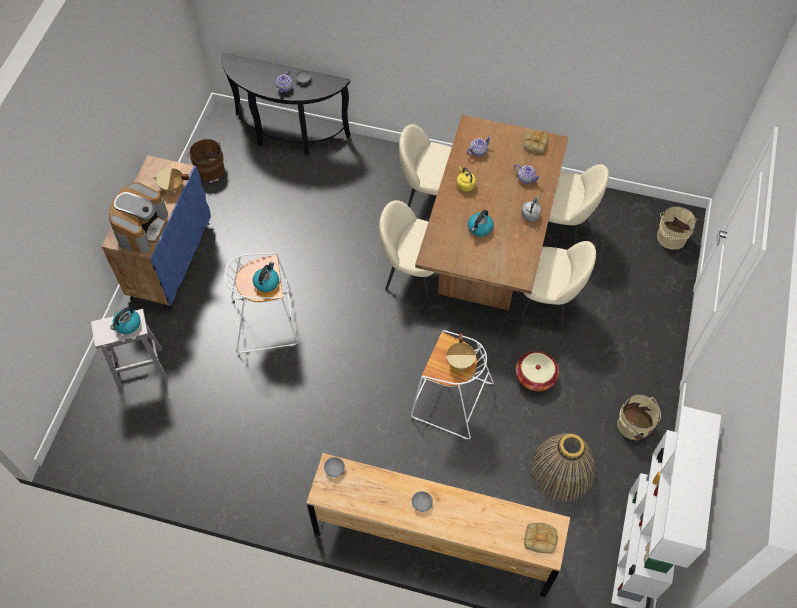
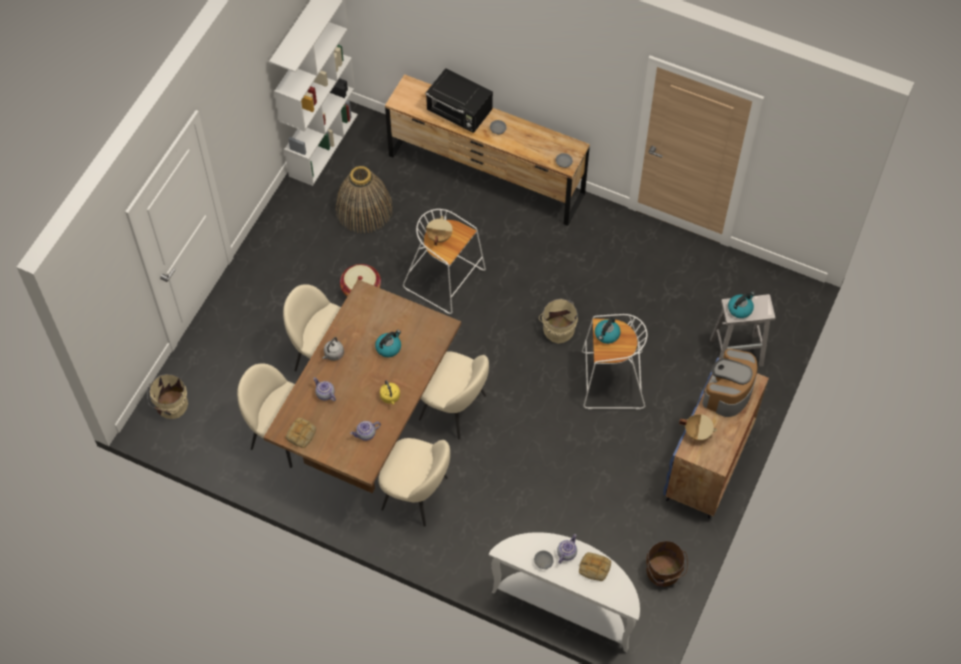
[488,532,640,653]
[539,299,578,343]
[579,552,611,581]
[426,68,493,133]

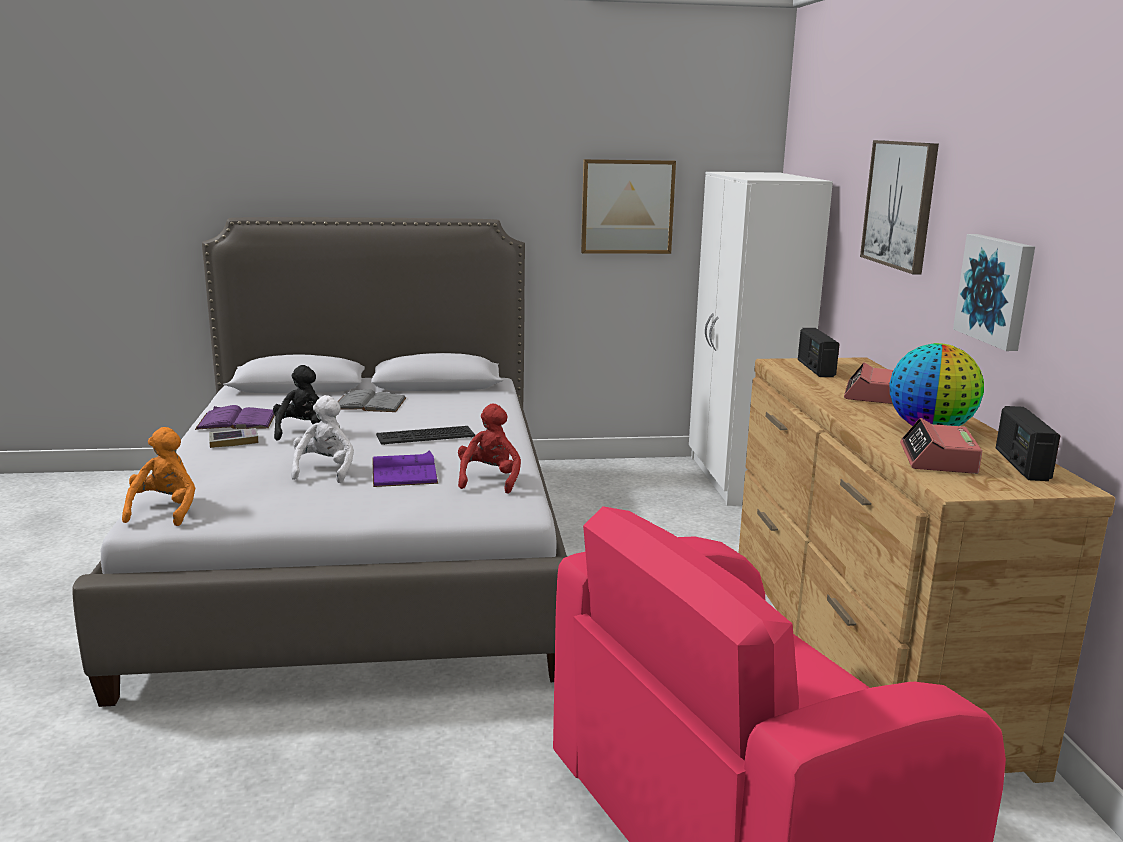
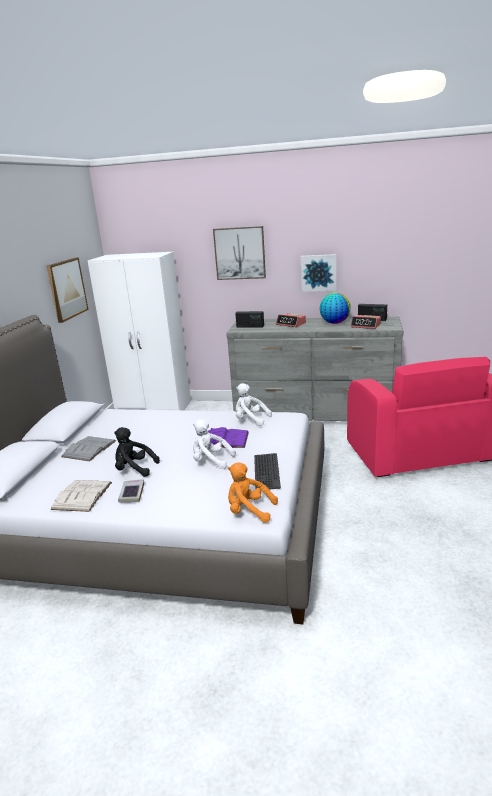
[226,316,403,421]
[236,383,272,426]
[50,480,112,512]
[254,453,281,490]

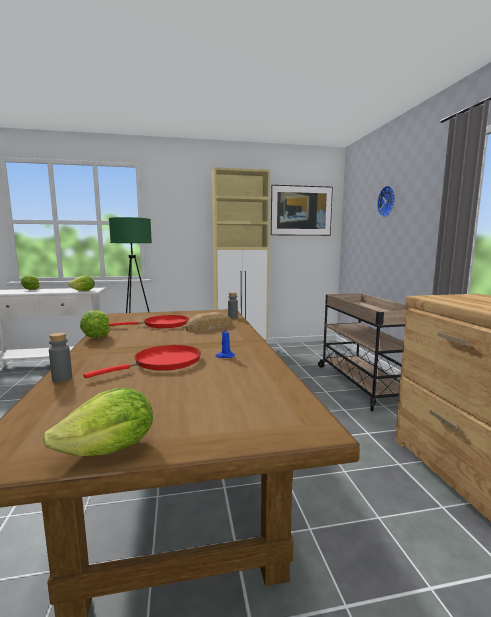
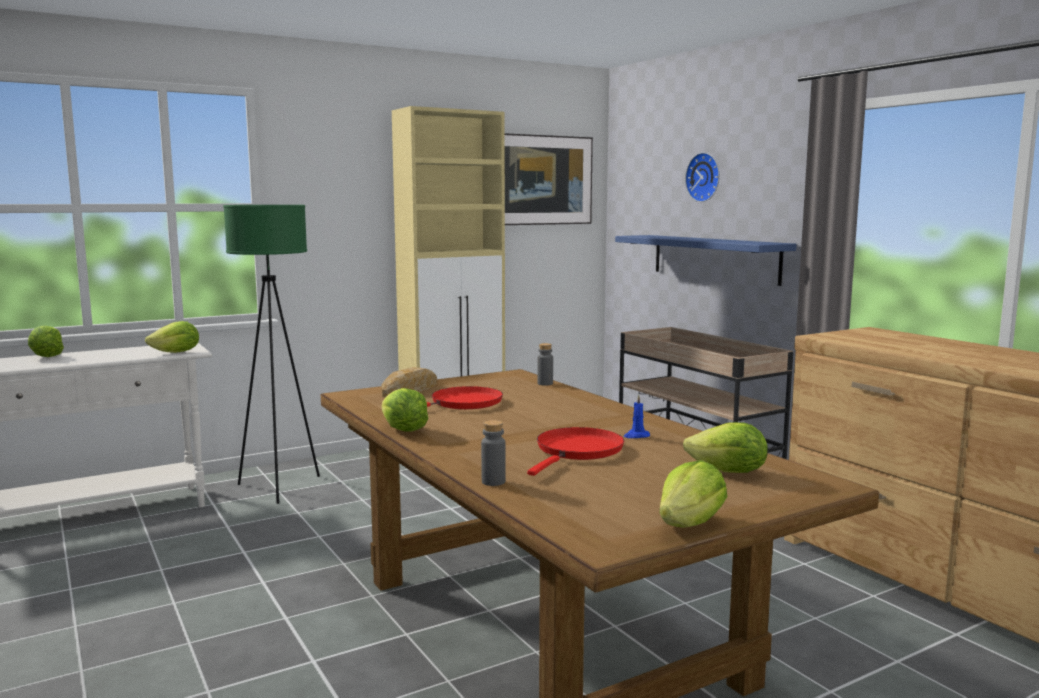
[382,367,437,398]
[615,235,797,286]
[683,422,768,473]

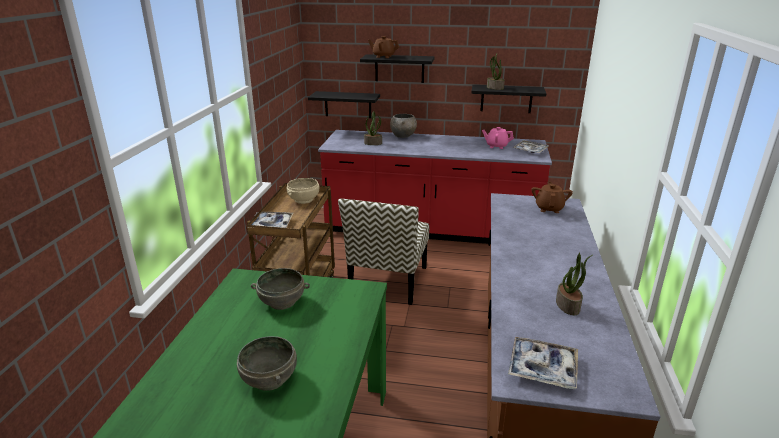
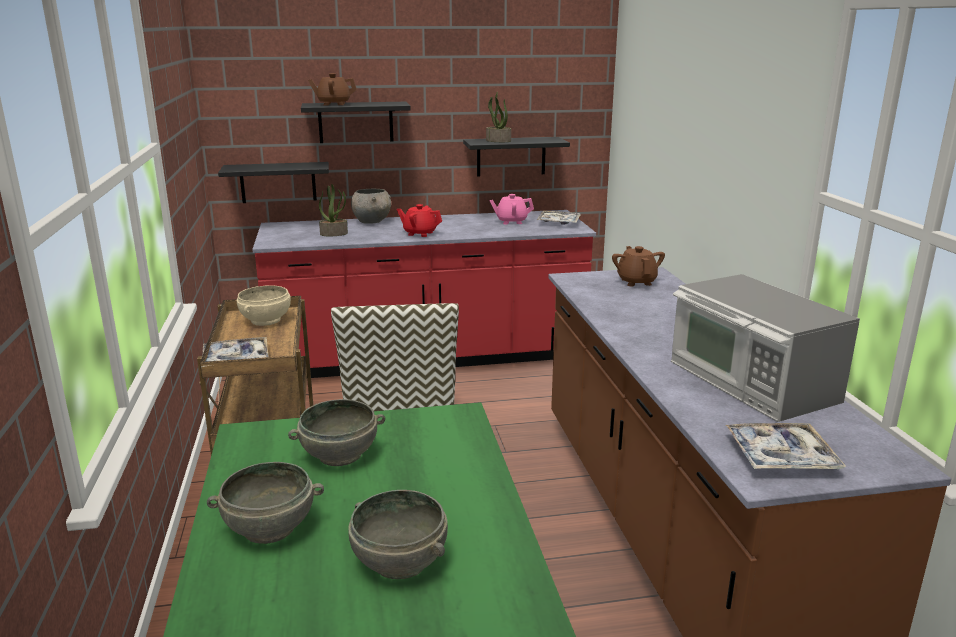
[671,274,860,422]
[397,204,442,237]
[207,462,324,544]

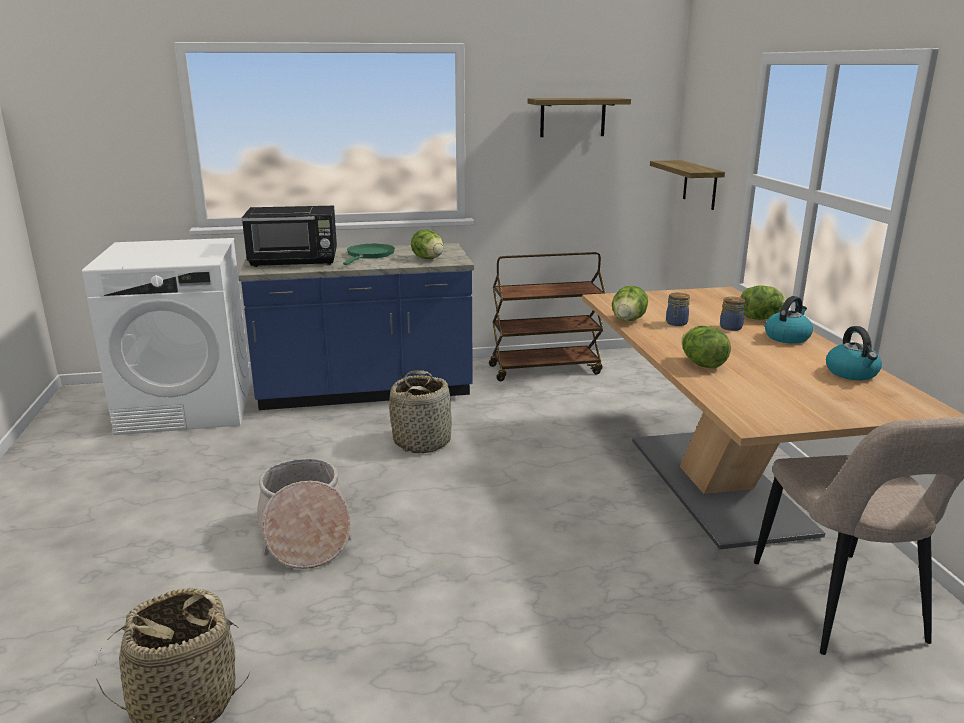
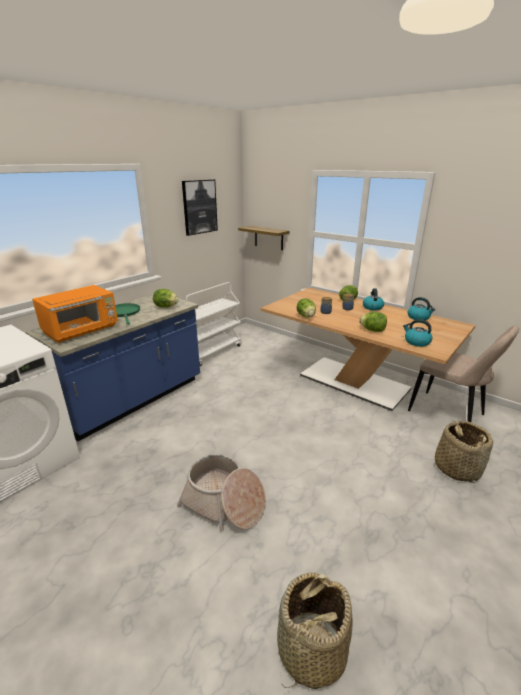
[182,179,218,236]
[32,285,118,343]
[186,282,242,366]
[435,420,493,483]
[403,319,433,347]

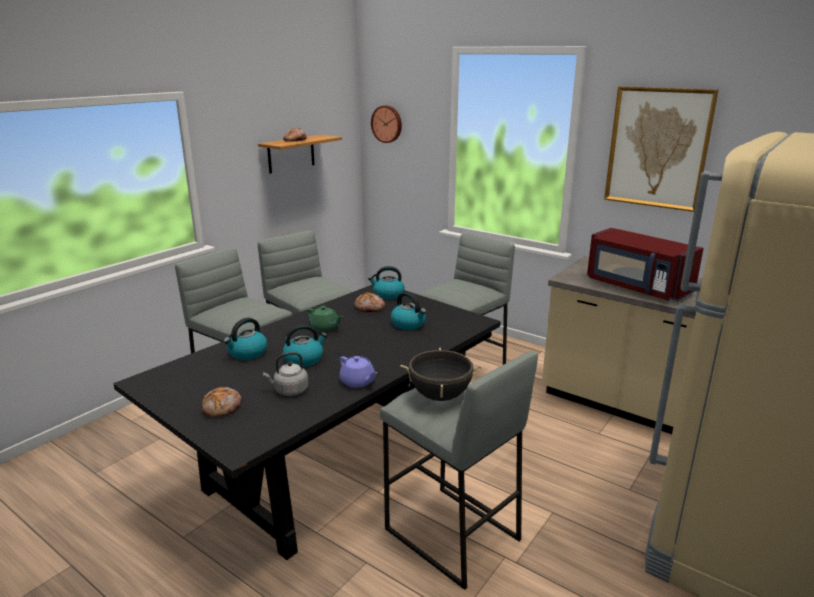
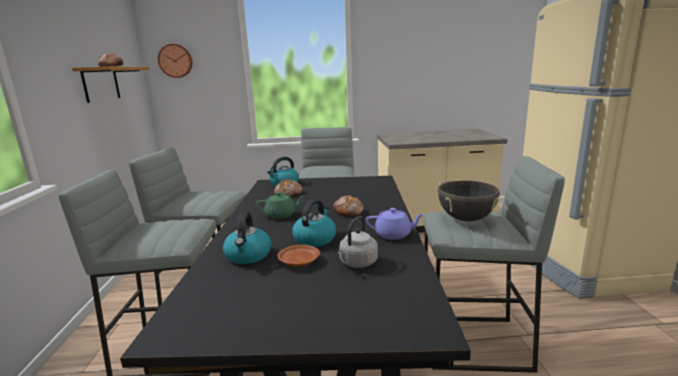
[604,86,719,212] (first image)
[587,228,704,301] (first image)
[391,292,426,330] (first image)
[333,195,364,216]
[277,245,320,267]

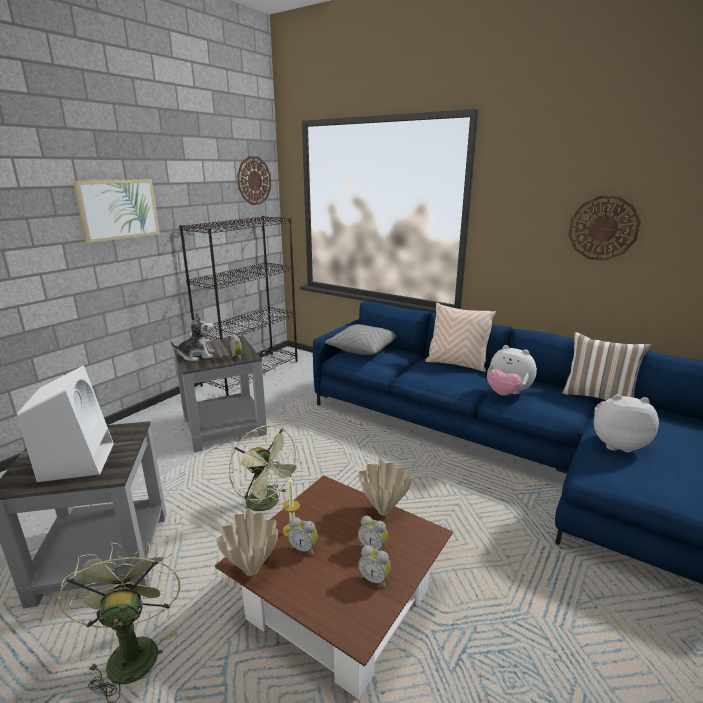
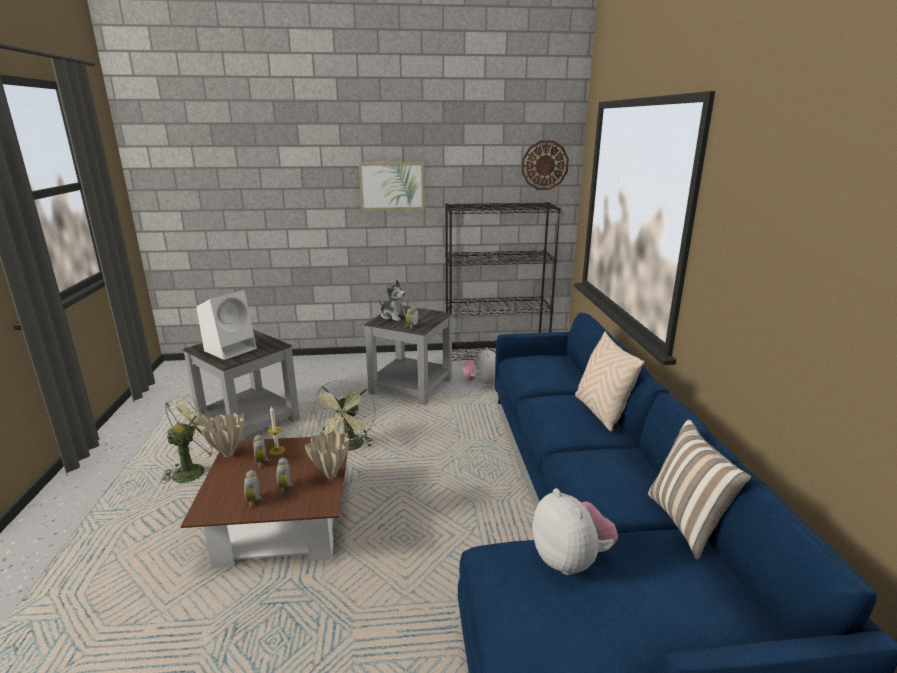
[568,196,641,261] (first image)
[325,324,396,355] (first image)
[463,347,496,387]

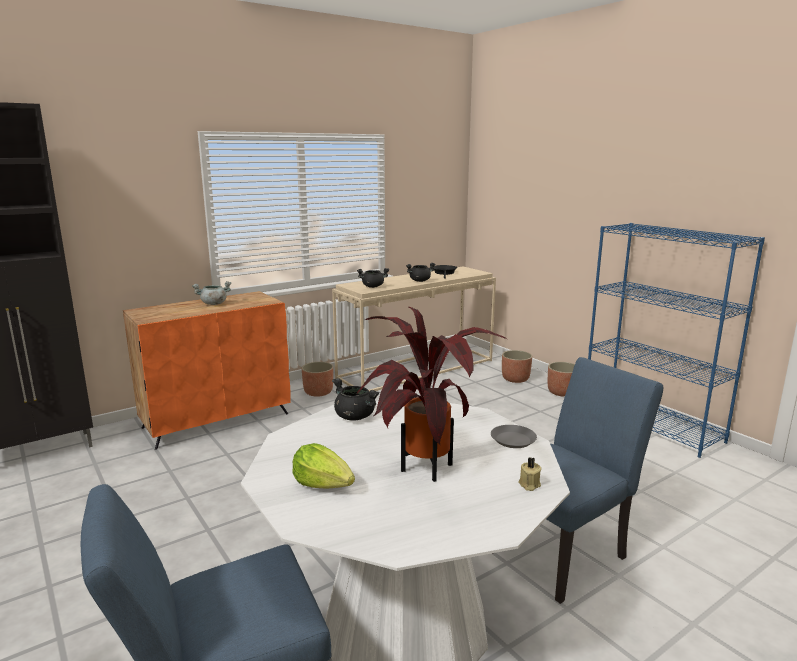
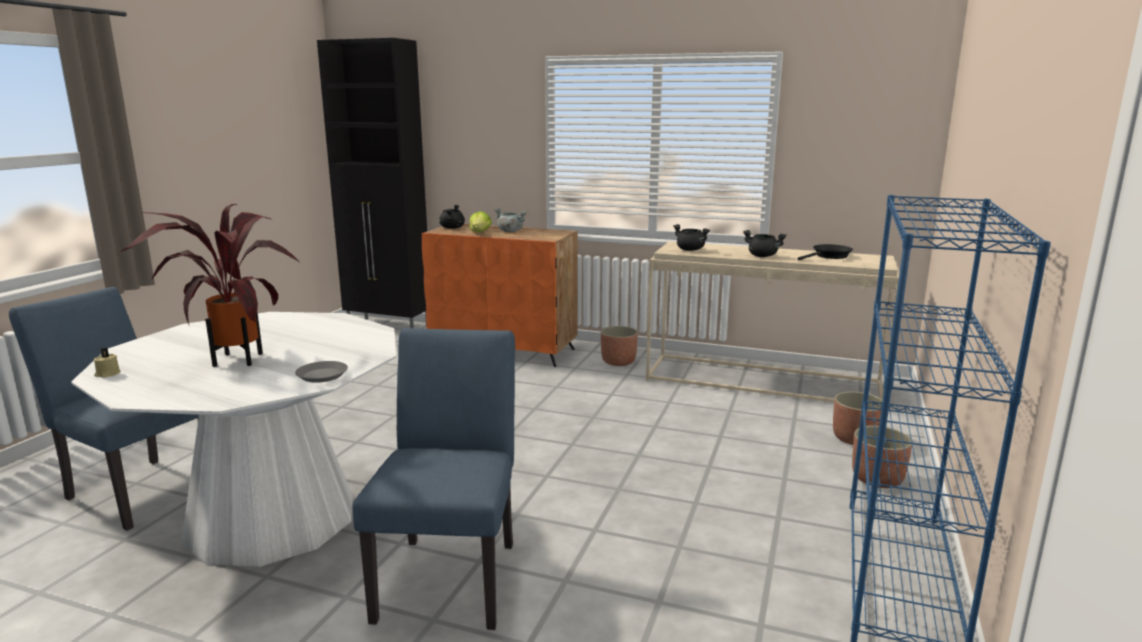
[353,328,515,630]
[439,205,465,229]
[469,211,492,232]
[94,347,121,378]

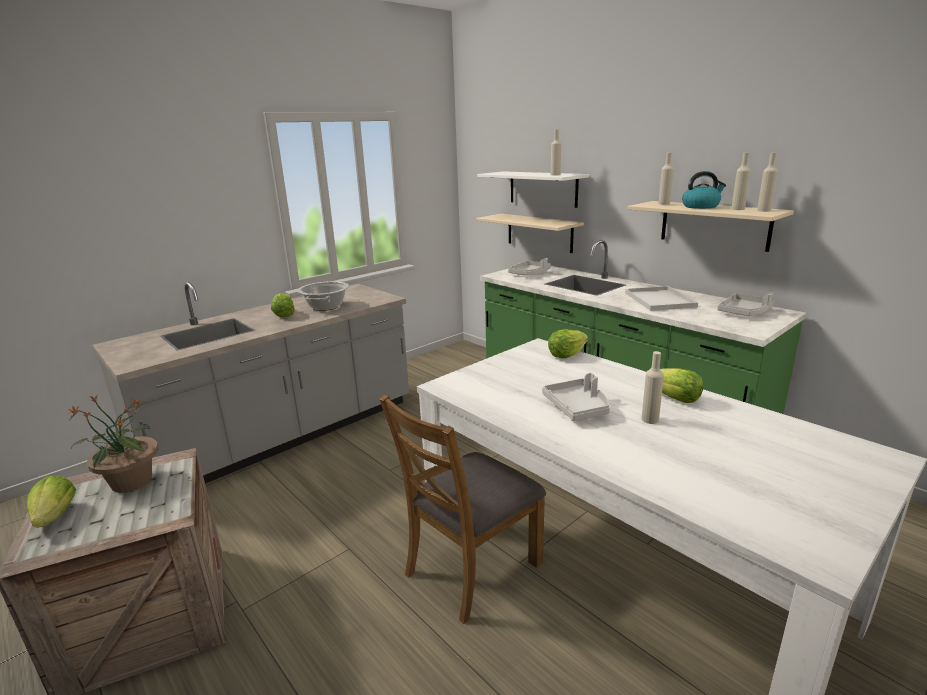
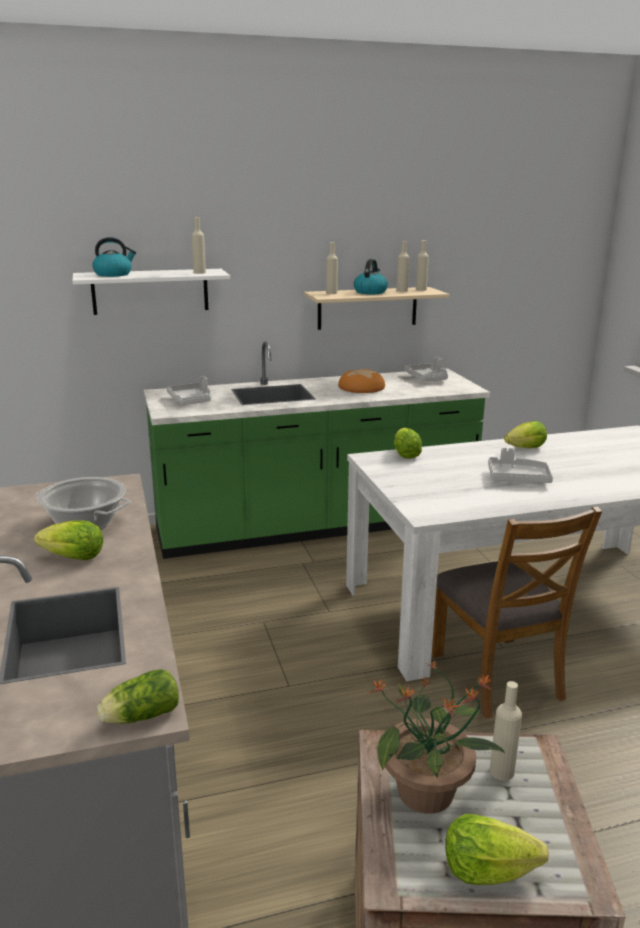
[476,214,584,253] (first image)
[338,369,385,393]
[490,681,522,781]
[92,237,136,277]
[97,669,179,724]

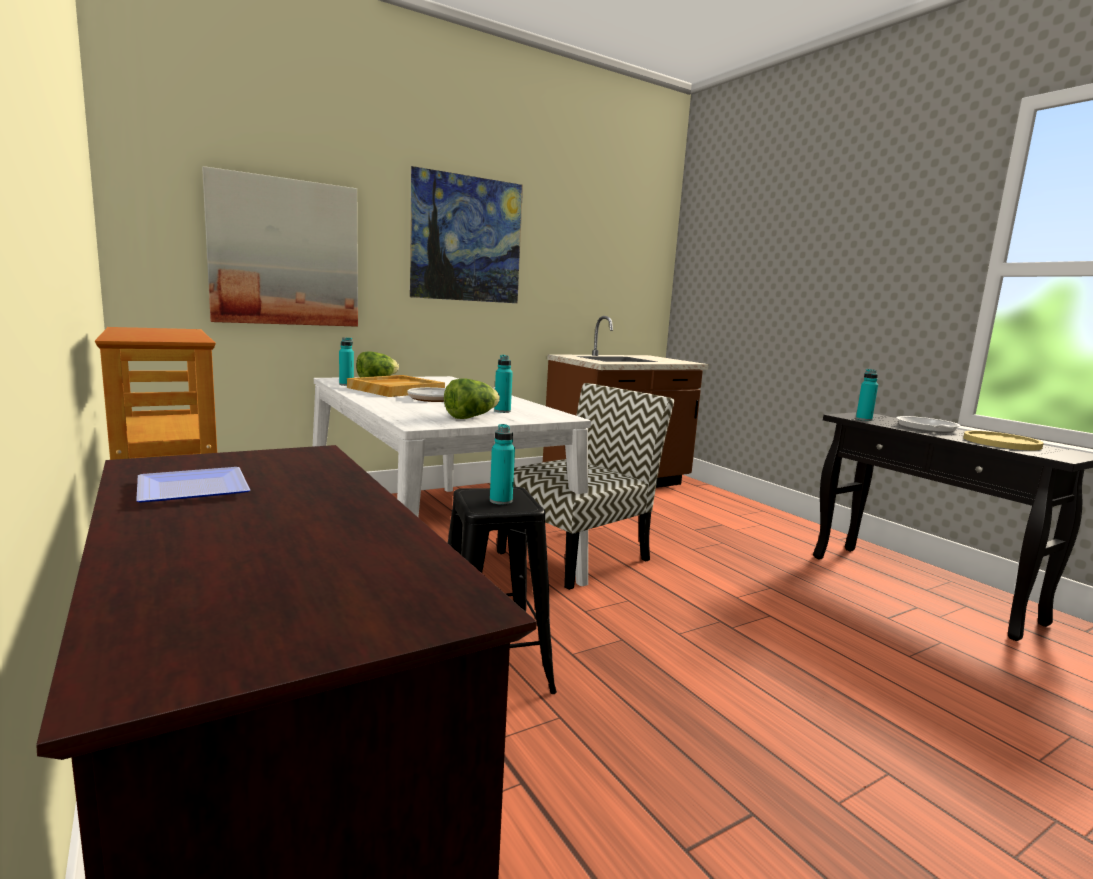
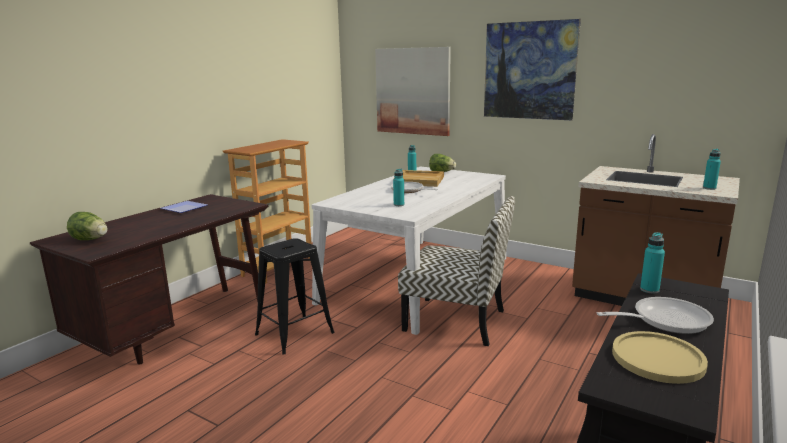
[67,212,108,240]
[703,149,721,190]

